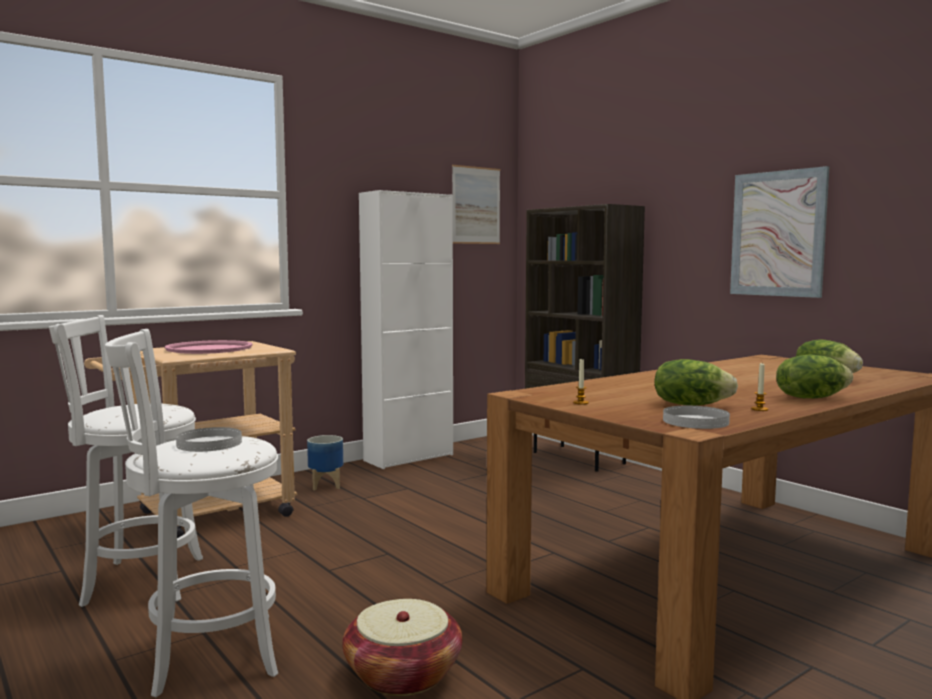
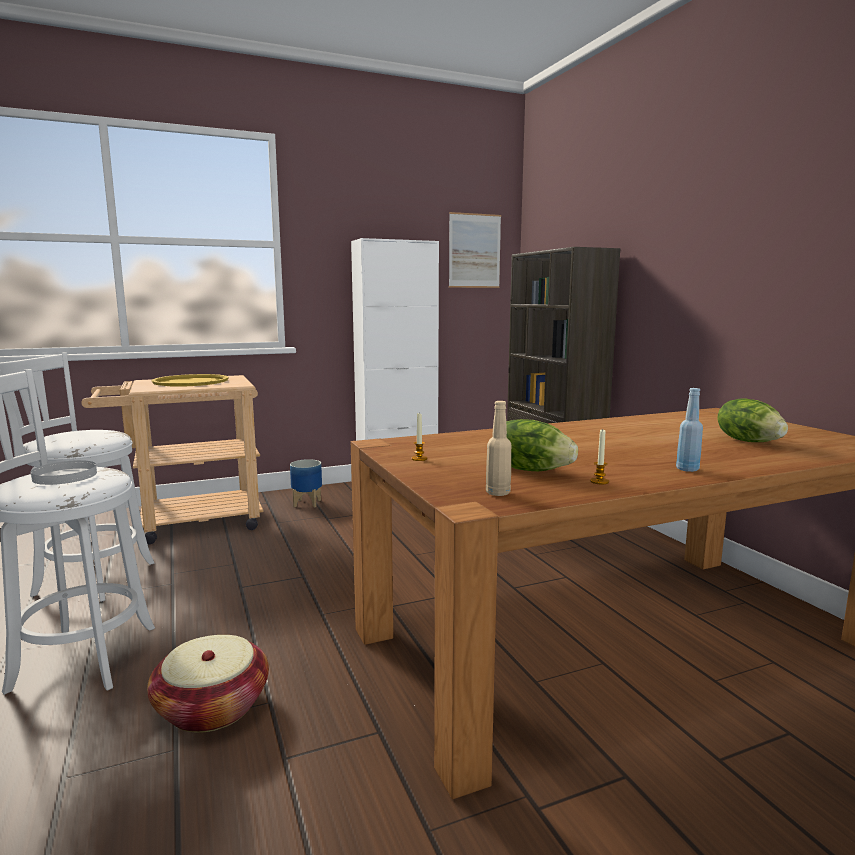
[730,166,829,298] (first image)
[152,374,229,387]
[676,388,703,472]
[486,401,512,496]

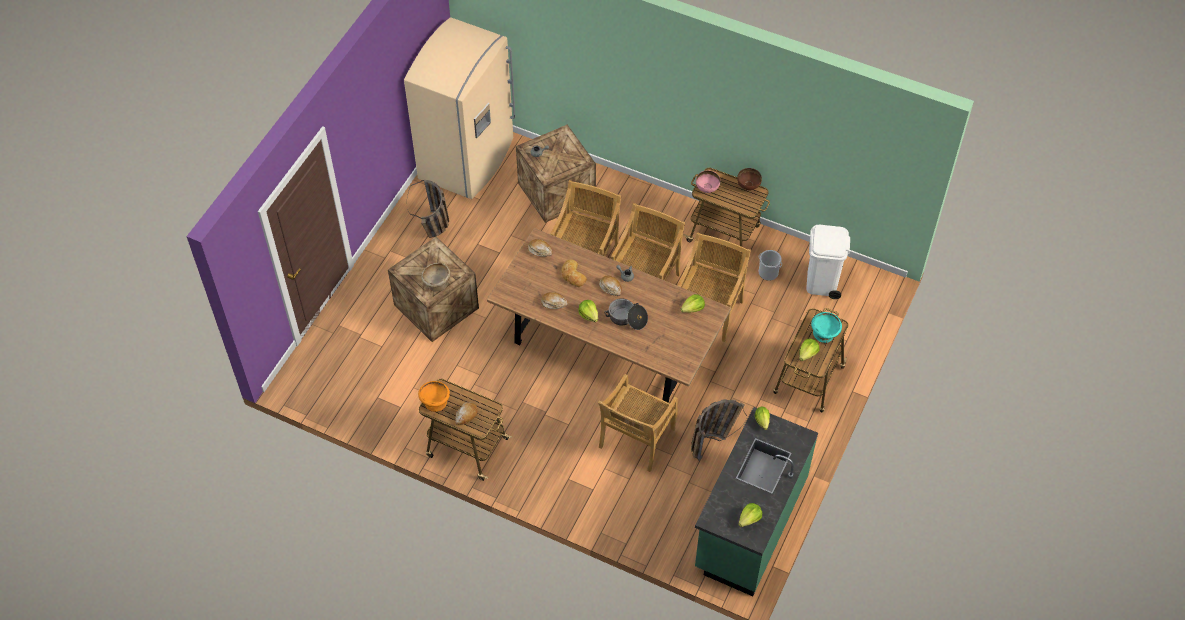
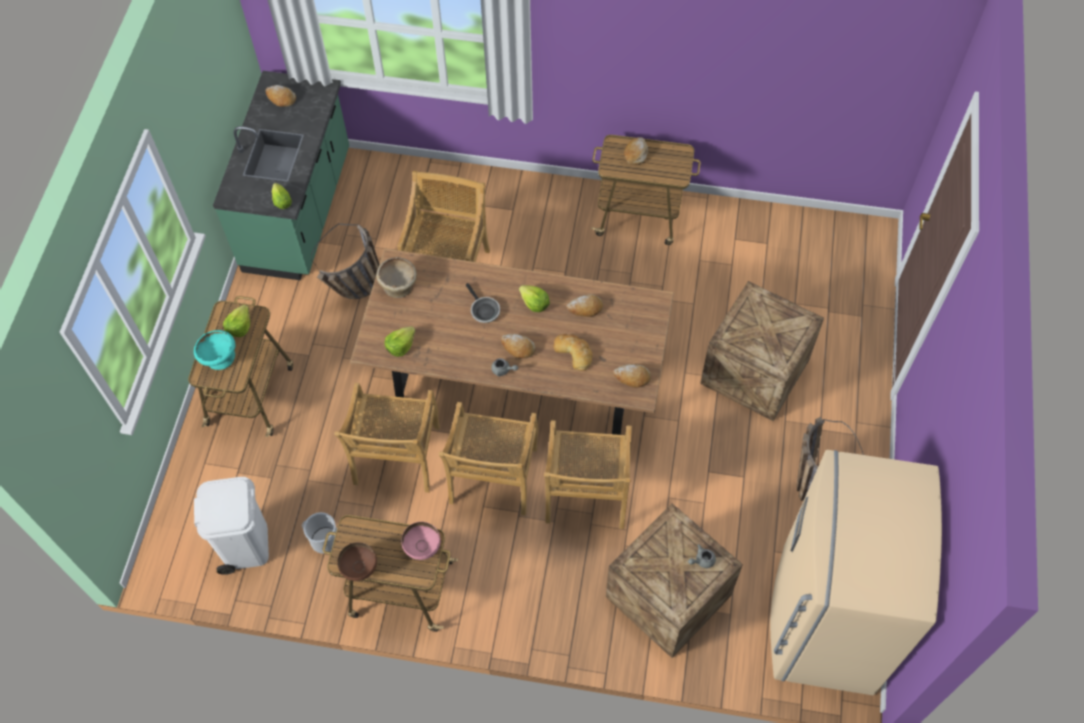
[376,257,417,298]
[466,283,500,323]
[418,381,450,412] (first image)
[266,85,296,107]

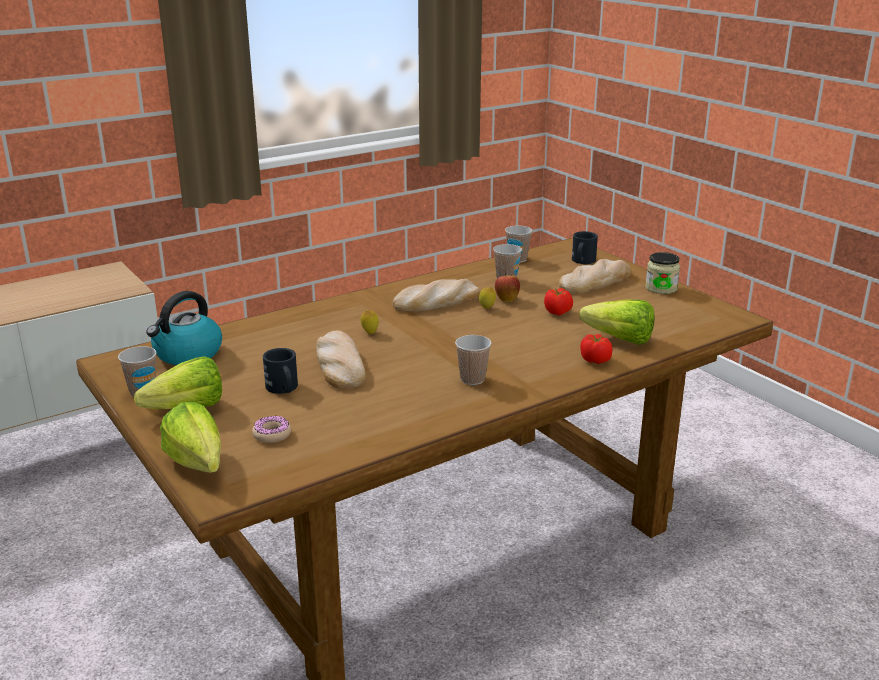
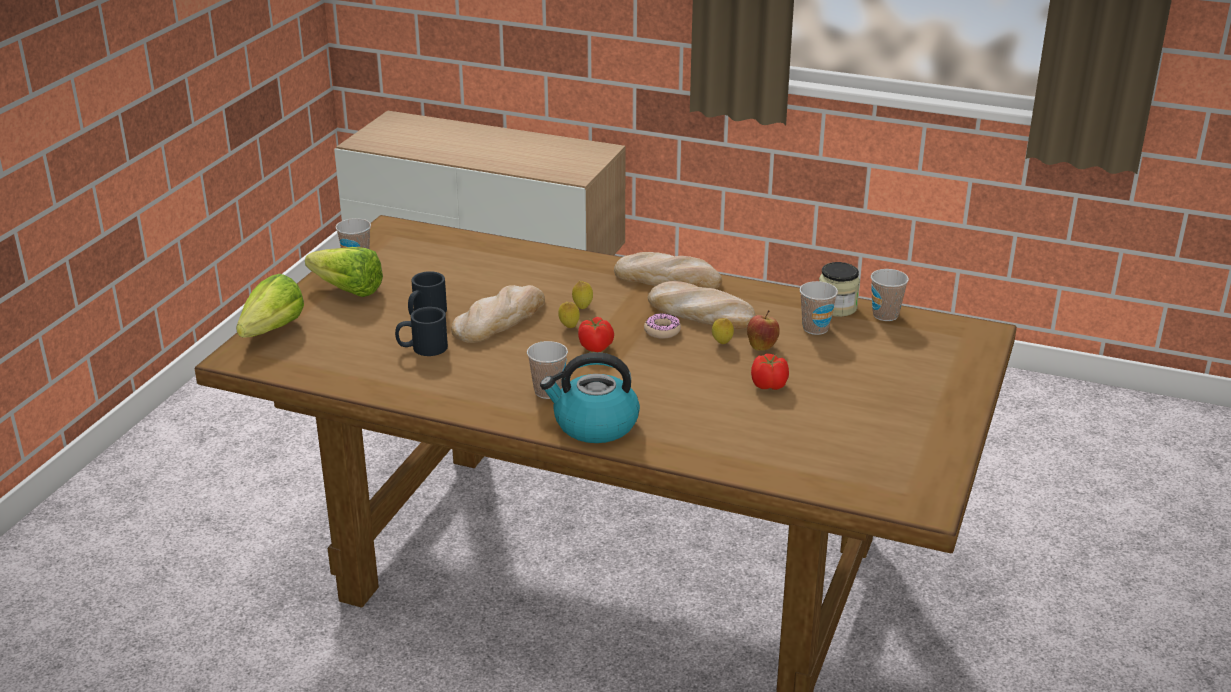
[395,307,448,356]
[819,262,860,317]
[614,252,722,289]
[540,352,640,443]
[579,299,654,345] (first image)
[578,317,614,352]
[644,313,681,339]
[558,302,580,328]

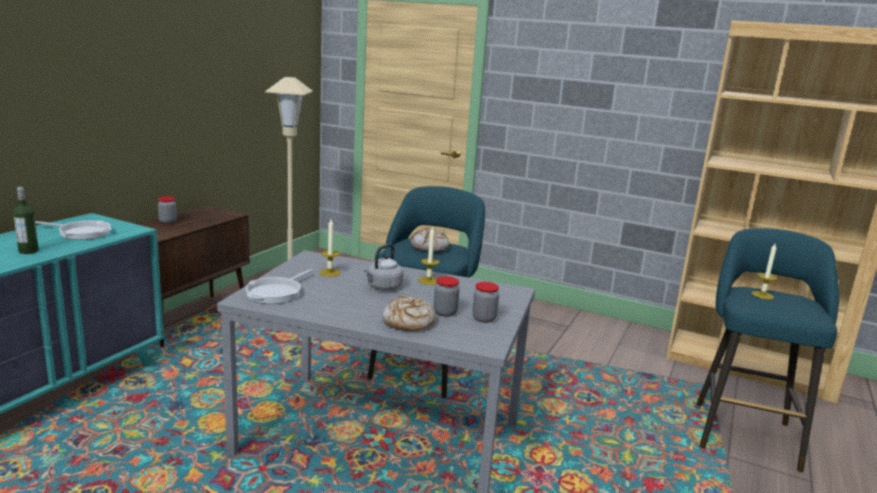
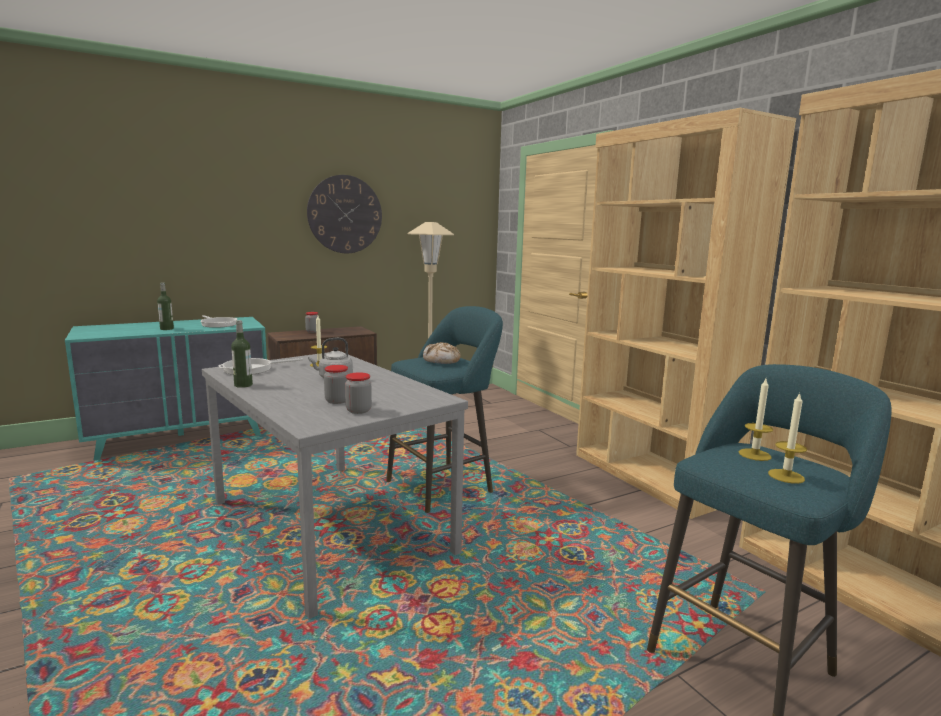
[768,392,807,484]
[382,296,436,331] (first image)
[576,108,796,519]
[307,175,382,253]
[231,320,253,388]

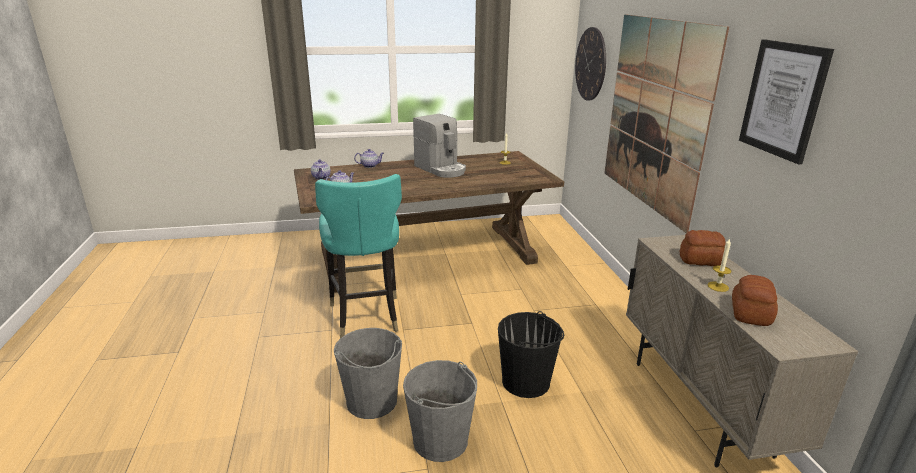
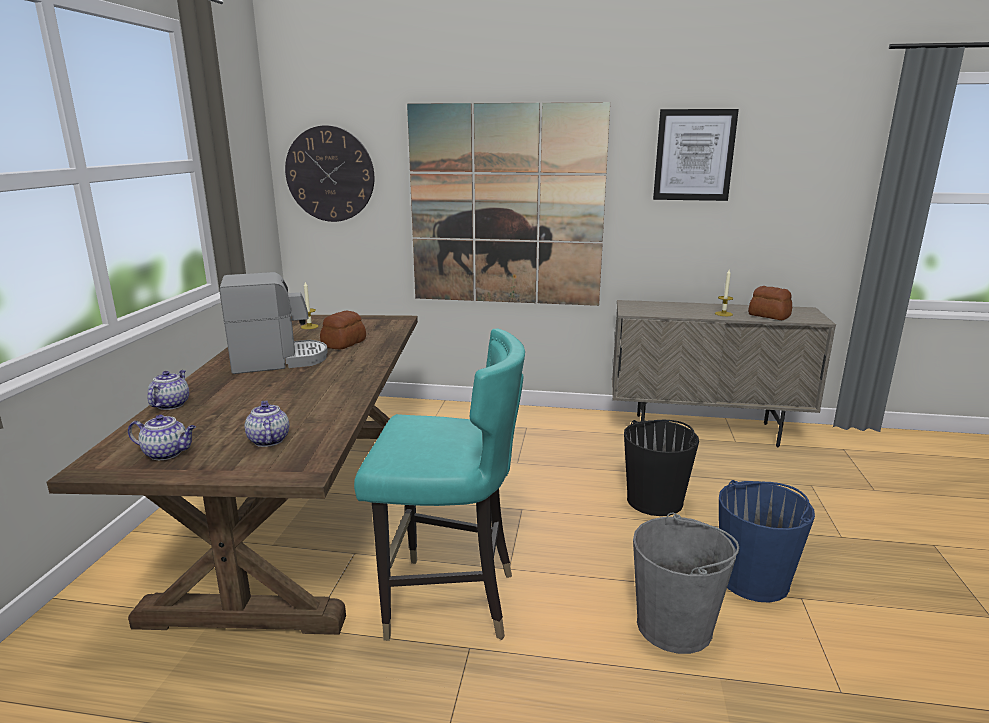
[320,311,366,349]
[719,480,815,603]

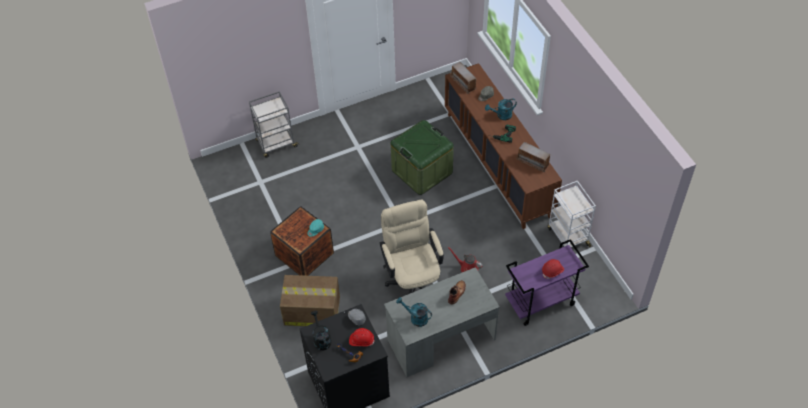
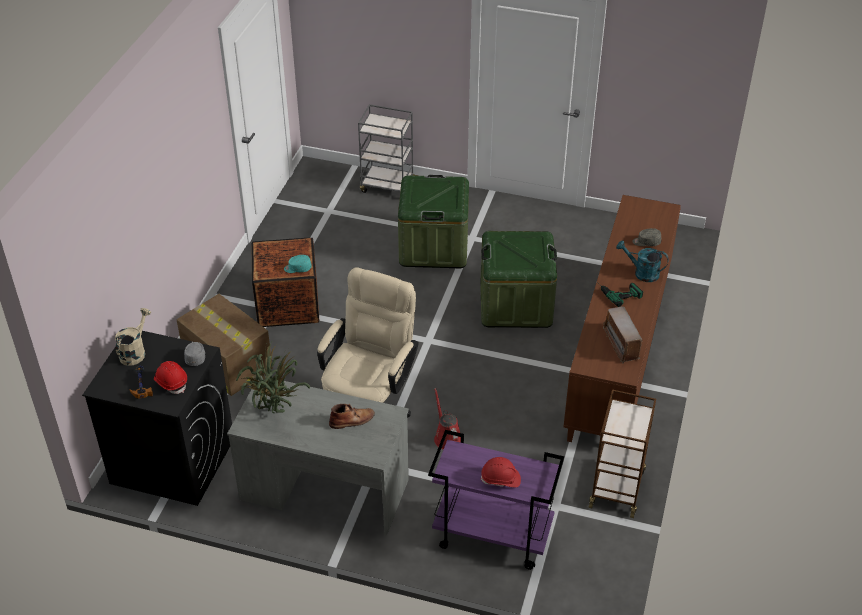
[450,62,476,94] (first image)
[589,389,656,518]
[236,340,310,413]
[115,308,151,366]
[398,175,469,268]

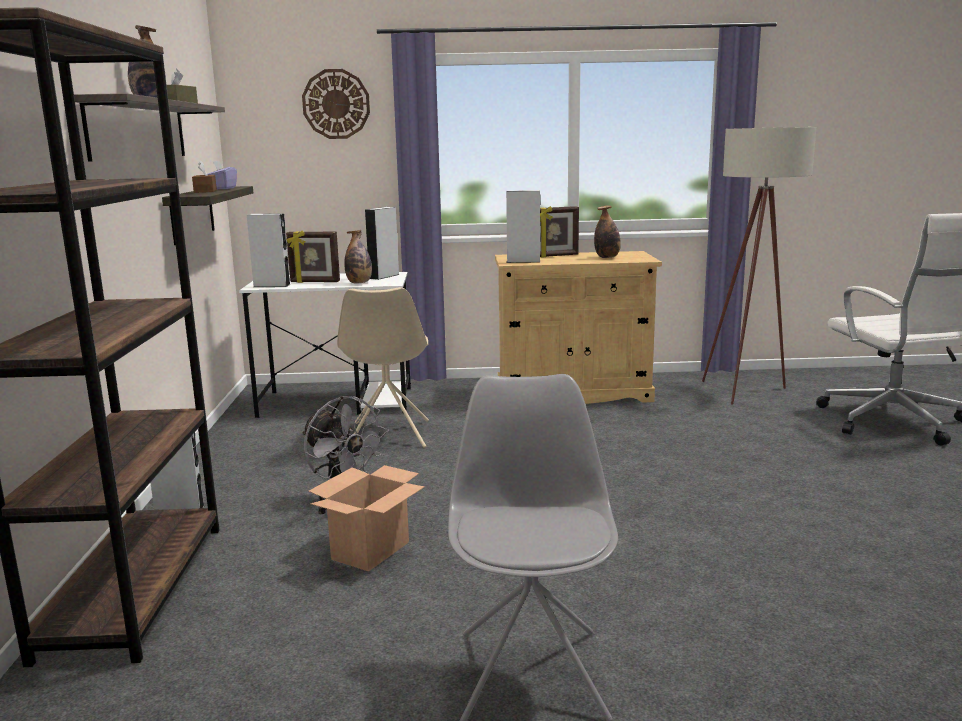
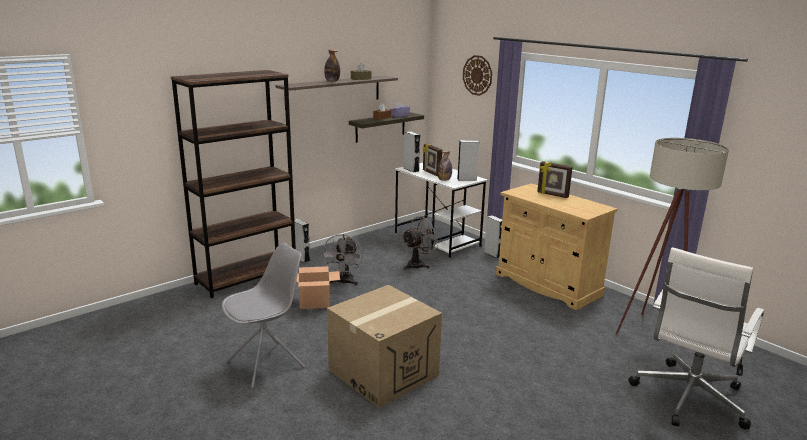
[484,215,502,258]
[594,205,621,258] (first image)
[402,215,441,270]
[327,285,442,408]

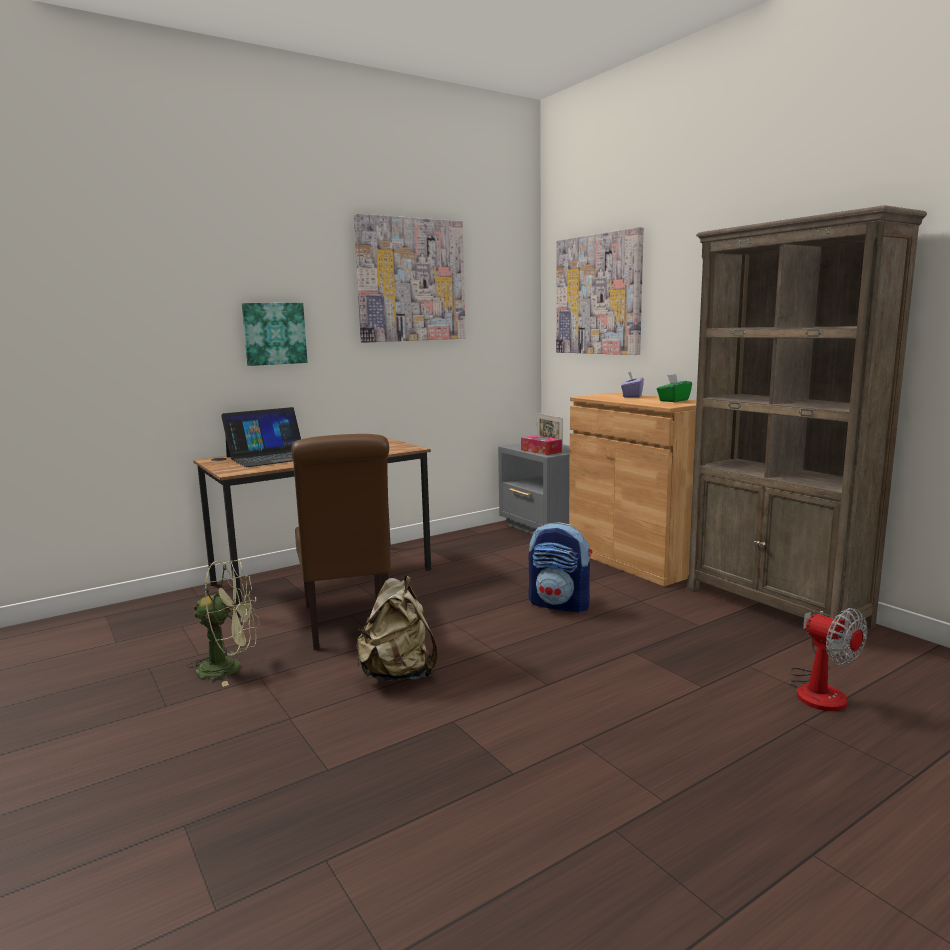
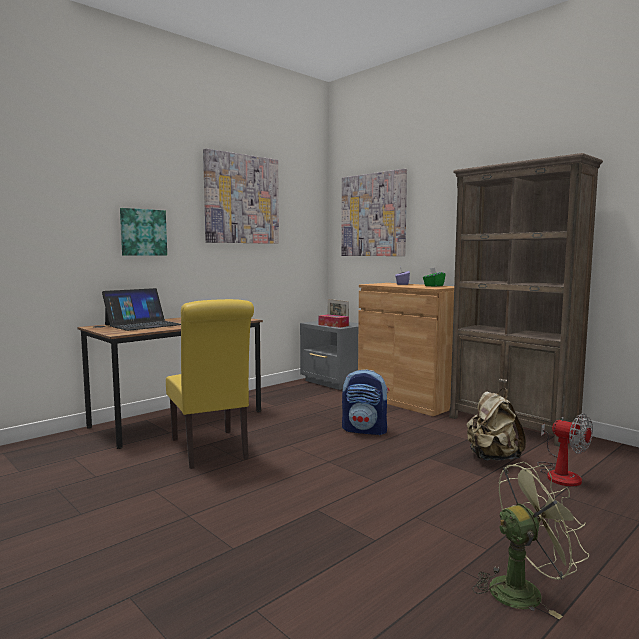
[166,299,254,469]
[472,462,589,619]
[466,388,526,461]

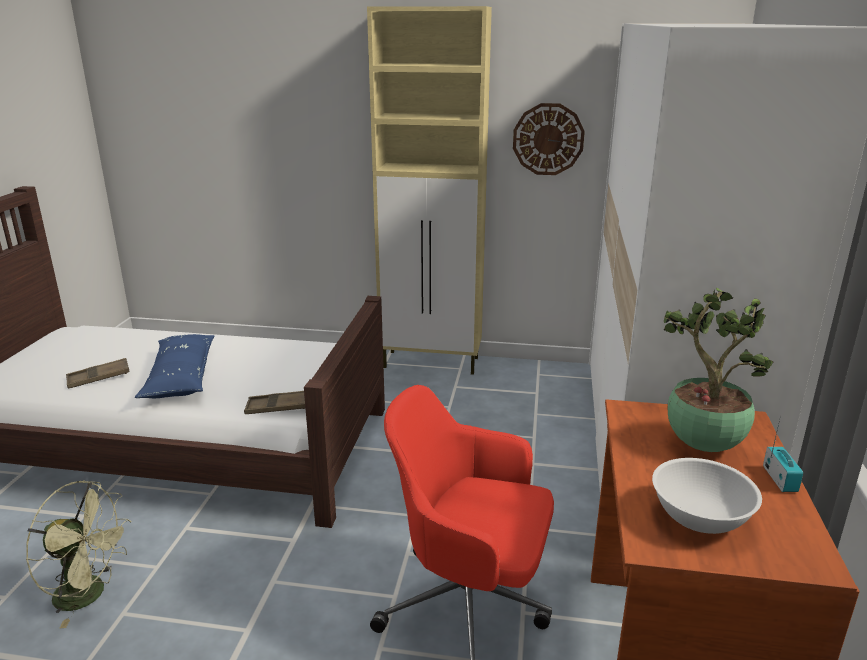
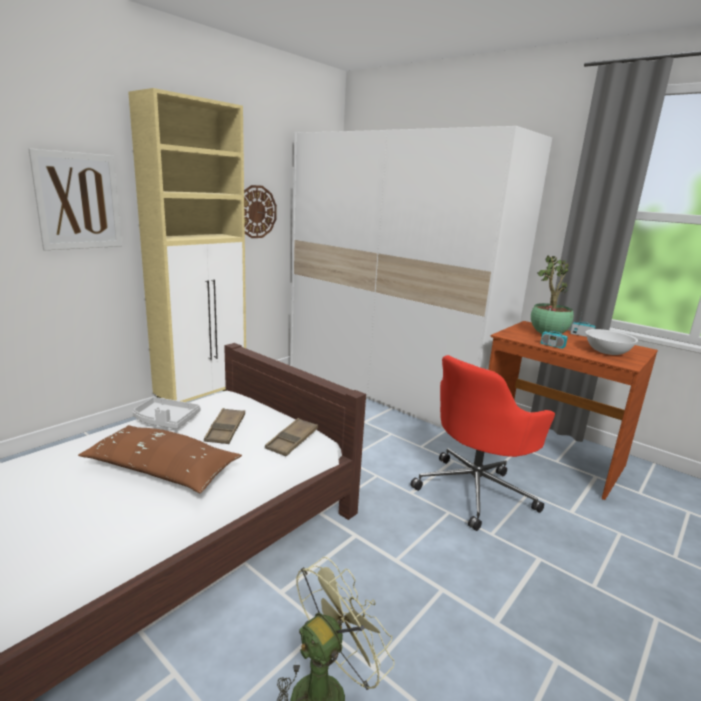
[78,425,242,493]
[204,408,245,444]
[28,149,122,250]
[540,321,568,349]
[133,397,200,429]

